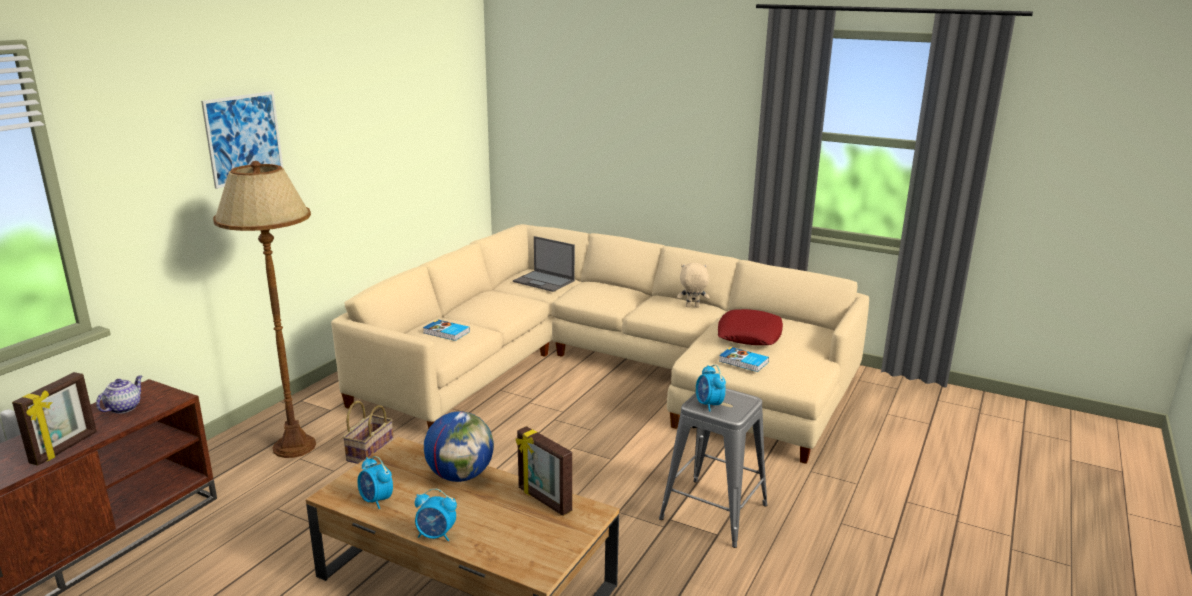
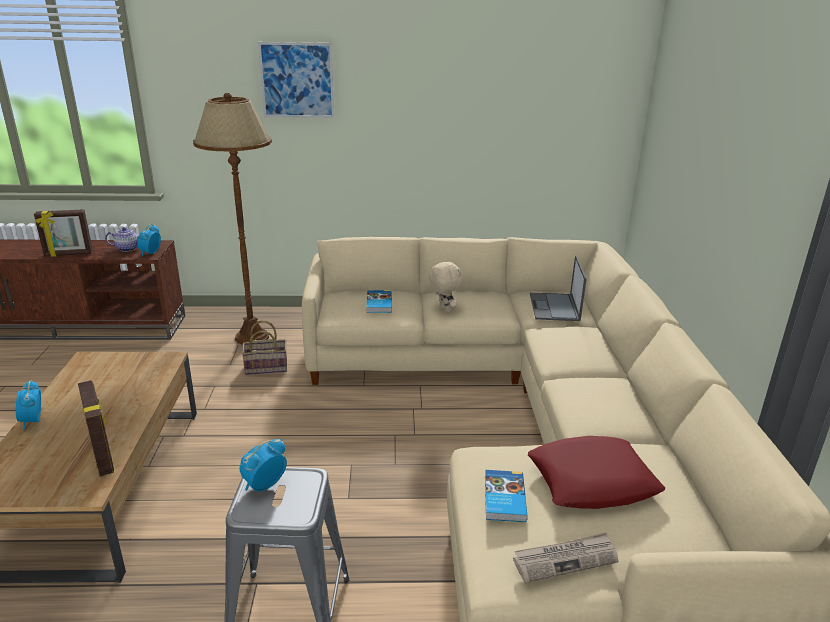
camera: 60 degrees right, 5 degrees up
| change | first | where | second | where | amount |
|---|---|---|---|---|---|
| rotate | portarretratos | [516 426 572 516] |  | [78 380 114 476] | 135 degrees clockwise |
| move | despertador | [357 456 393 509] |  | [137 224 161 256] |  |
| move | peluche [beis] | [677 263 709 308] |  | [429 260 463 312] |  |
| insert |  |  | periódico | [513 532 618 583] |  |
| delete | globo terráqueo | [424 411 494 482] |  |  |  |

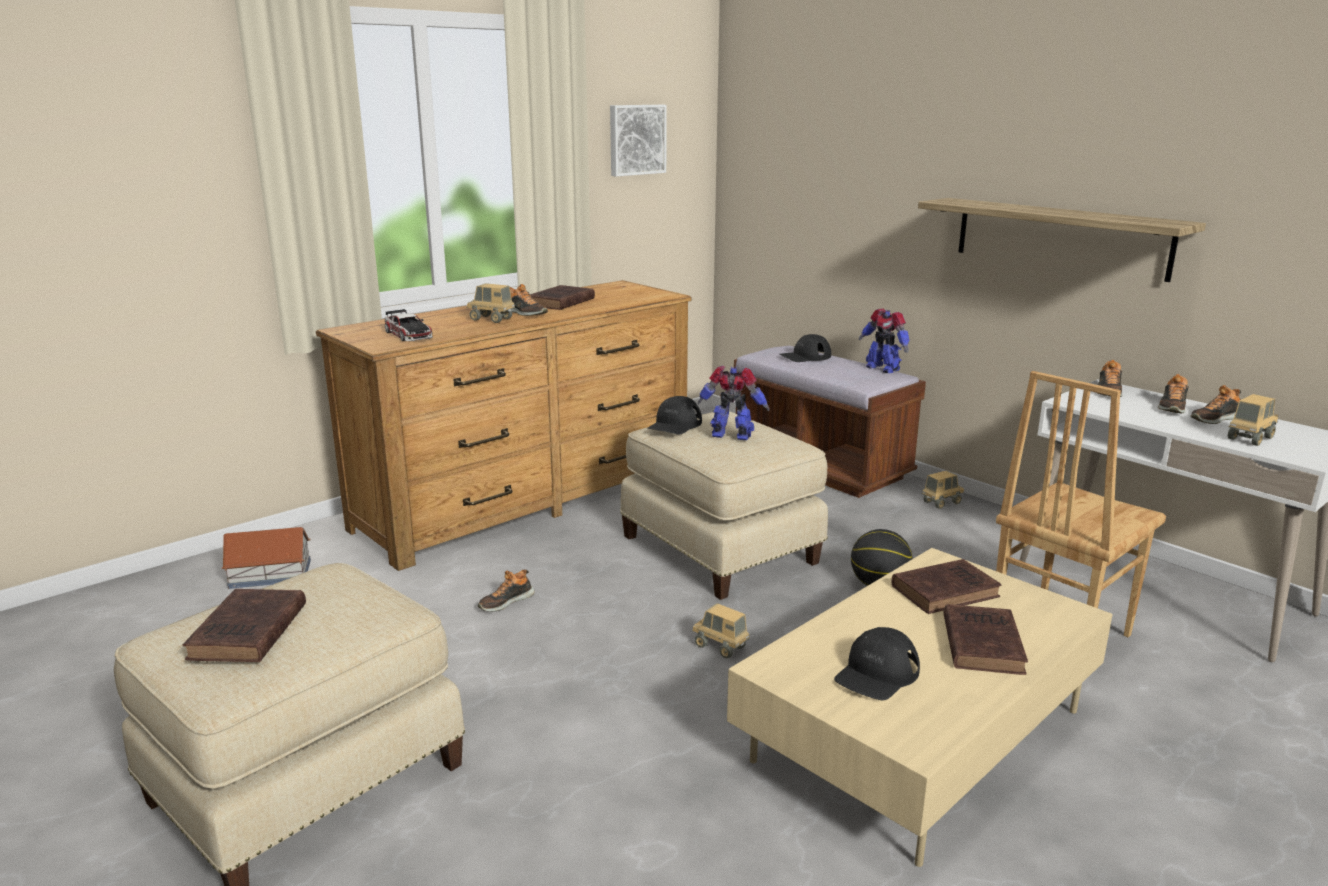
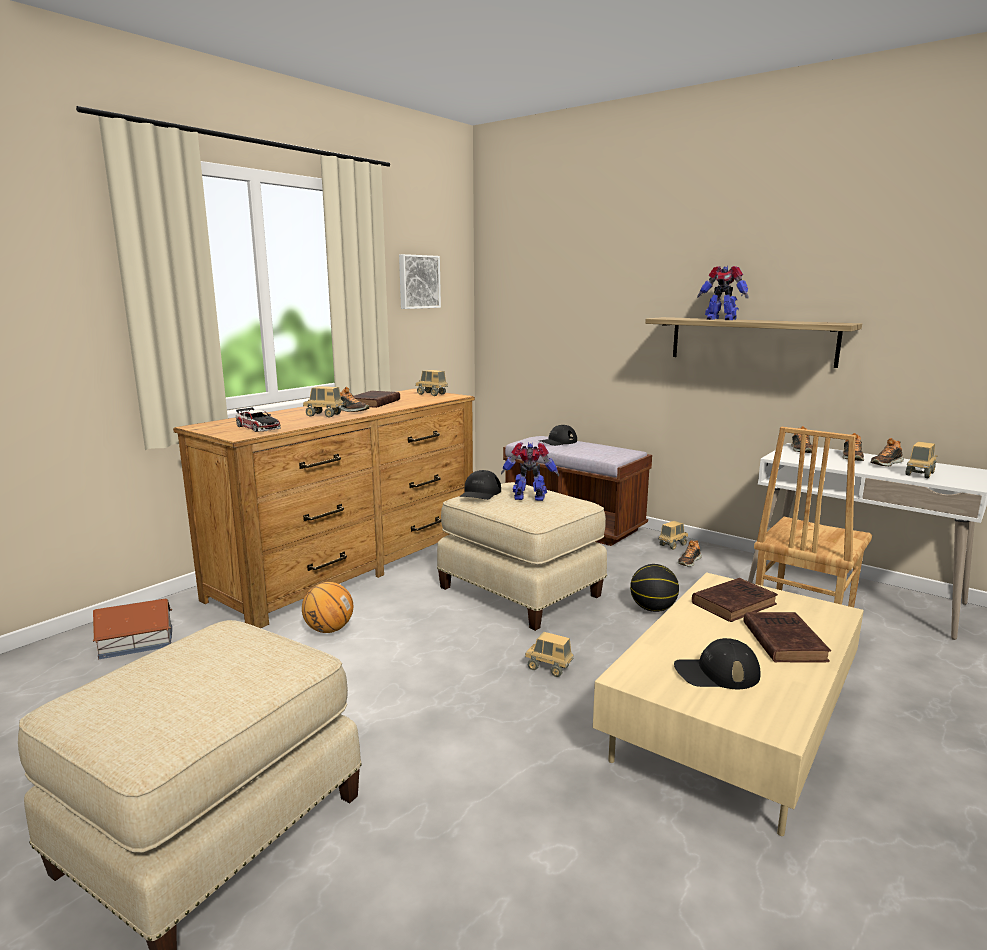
camera: 10 degrees left, 5 degrees down
| change | first | where | second | where | amount |
|---|---|---|---|---|---|
| insert |  |  | balón de baloncesto | [302 582 353 633] |  |
| insert |  |  | camión de juguete | [415 370 448 396] |  |
| rotate | gorra [negro] | [834 627 920 700] |  | [674 638 761 689] | 60 degrees clockwise |
| move | zapato | [478 570 535 612] |  | [678 540 702 567] |  |
| move | robot de juguete | [859 309 909 373] |  | [697 266 748 320] |  |
| delete | libro [marrón] | [183 589 306 662] |  |  |  |

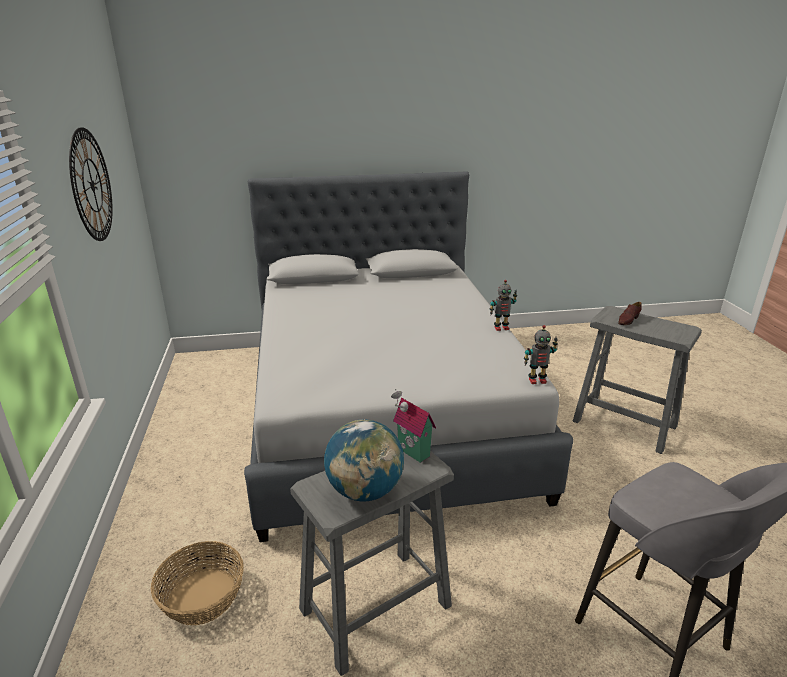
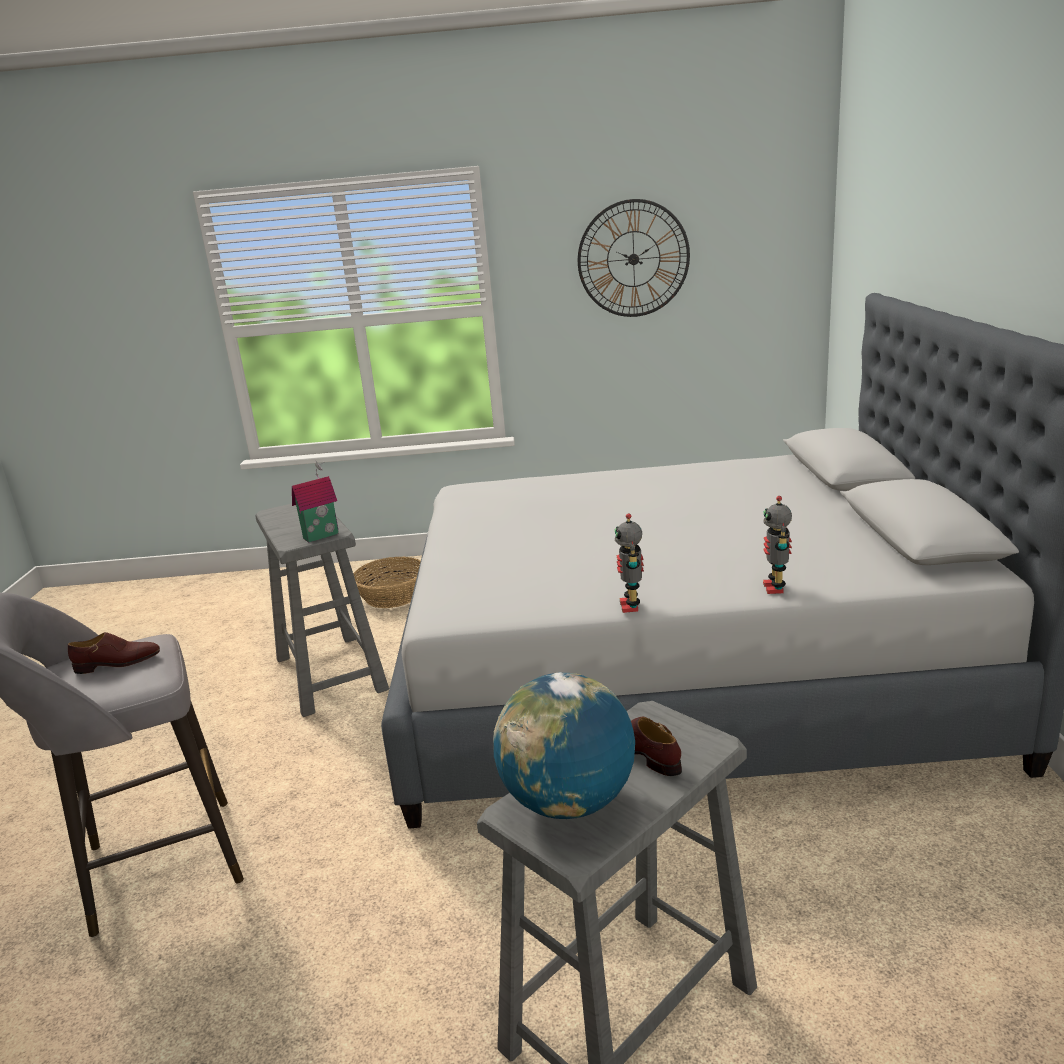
camera: 100 degrees right, 5 degrees down
| change | first | where | second | where | amount |
|---|---|---|---|---|---|
| insert |  |  | zapato [marrón] | [68 632 160 674] |  |
| move | globo terráqueo | [324 420 404 501] |  | [493 672 635 819] |  |
| move | robot de juguete | [524 325 558 384] |  | [763 496 792 594] |  |

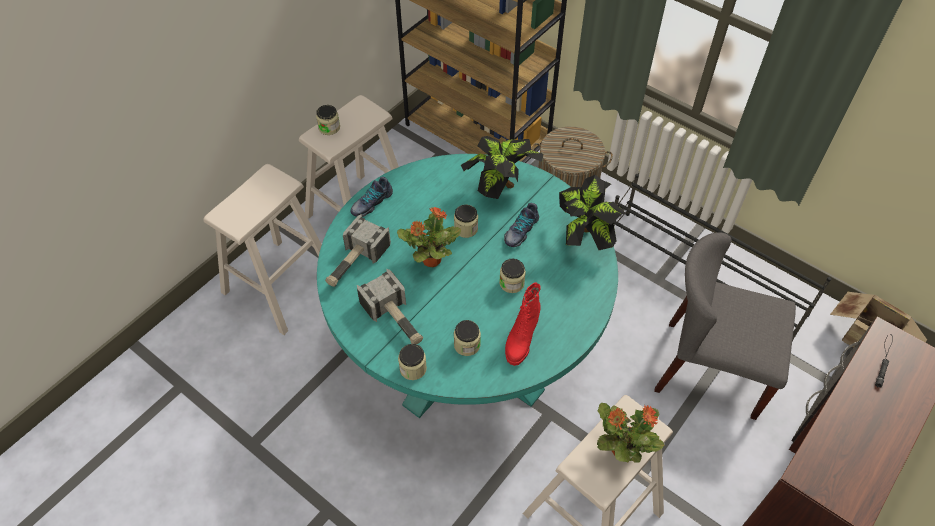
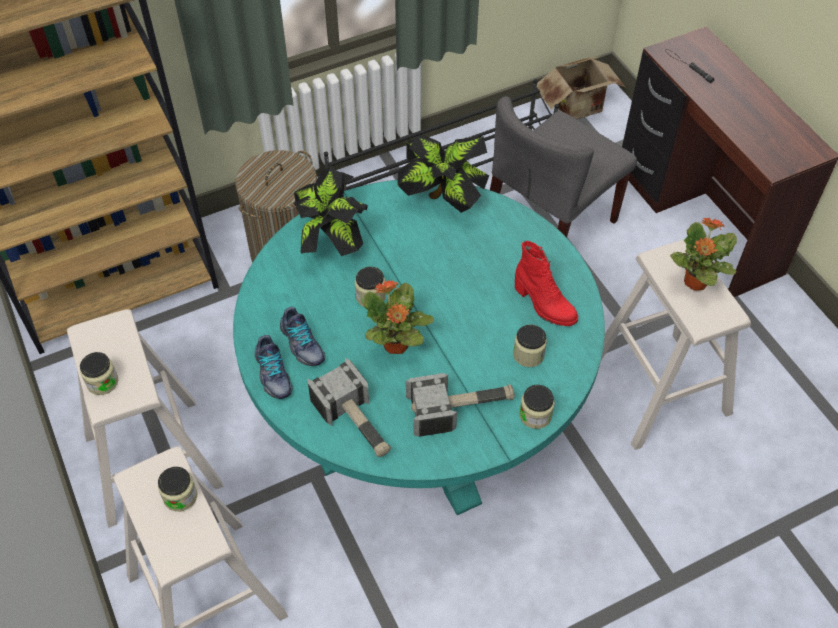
camera: 65 degrees left, 0 degrees up
| change | first | where | second | where | amount |
|---|---|---|---|---|---|
| move | tarro | [499 258 526 293] |  | [158 467 197 512] |  |
| move | zapato | [504 203 539 247] |  | [280 307 325 366] |  |

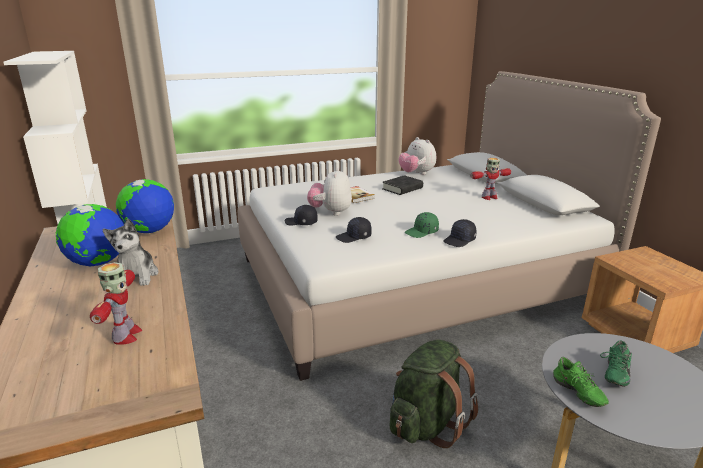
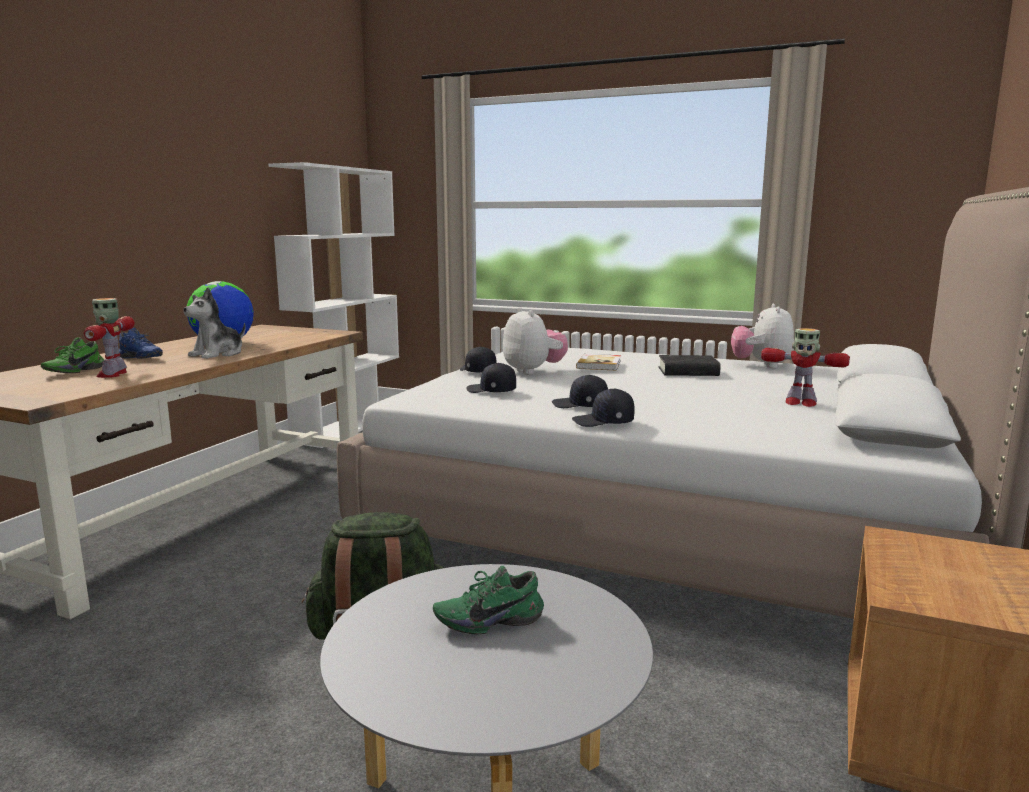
camera: 45 degrees right, 10 degrees down
| change | first | where | second | where | amount |
|---|---|---|---|---|---|
| move | zapato [verde] | [553 357 609 407] |  | [41 337 104 373] |  |
| rotate | robot de juguete | [90 262 142 345] |  | [84 298 135 378] | 135 degrees clockwise |
| insert |  |  | zapato [azul] | [119 328 163 359] |  |
| rotate | peluche | [307 168 352 216] |  | [503 307 568 375] | 105 degrees clockwise |
| recolor | gorra [verde] | [405 212 439 238] | gorra [negro] | [552 375 608 408] |  |
| delete | globo terráqueo | [116 179 174 233] |  |  |  |

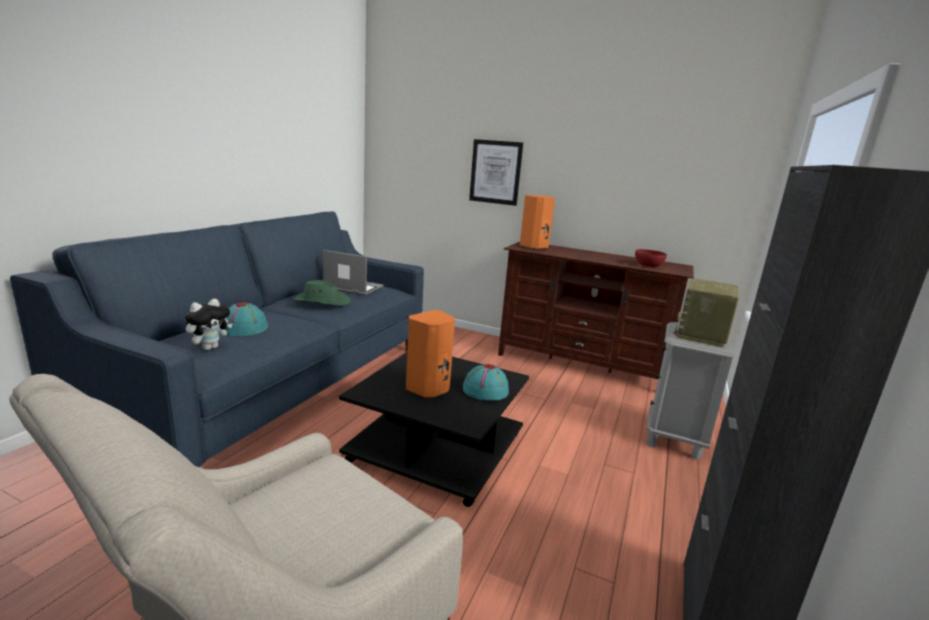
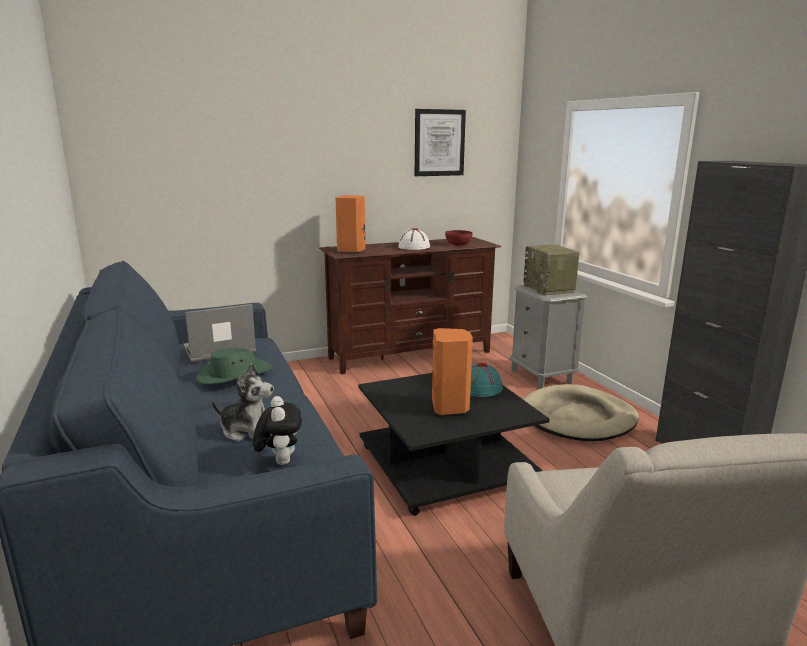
camera: 45 degrees left, 0 degrees up
| change | first | where | second | where | amount |
|---|---|---|---|---|---|
| replace | sombrero [turquesa] | [225 303 268 336] | peluche | [212 363 274 442] |  |
| insert |  |  | sombrero [blanco] | [398 228 430 250] |  |
| move | cuadro | [469 139 523 206] |  | [415 109 466 176] |  |
| insert |  |  | cama para perro [beis] | [523 384 639 441] |  |

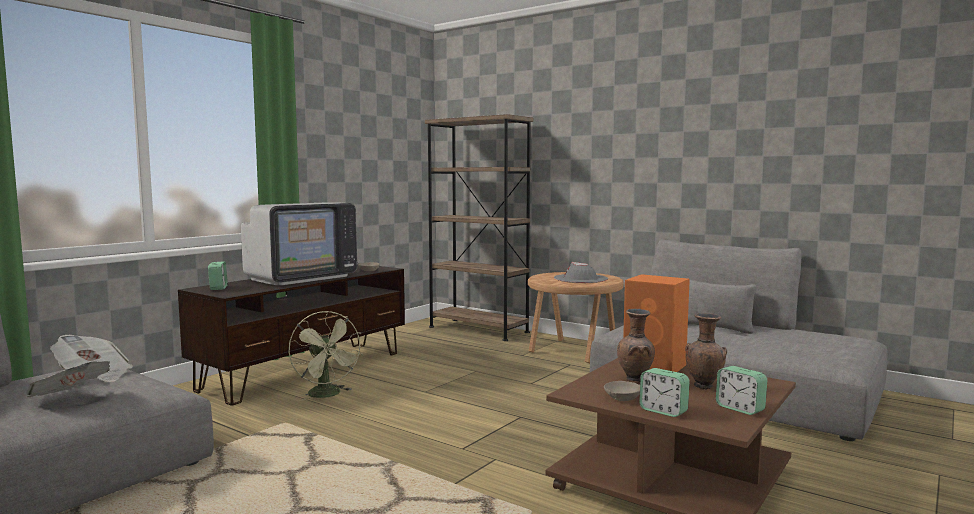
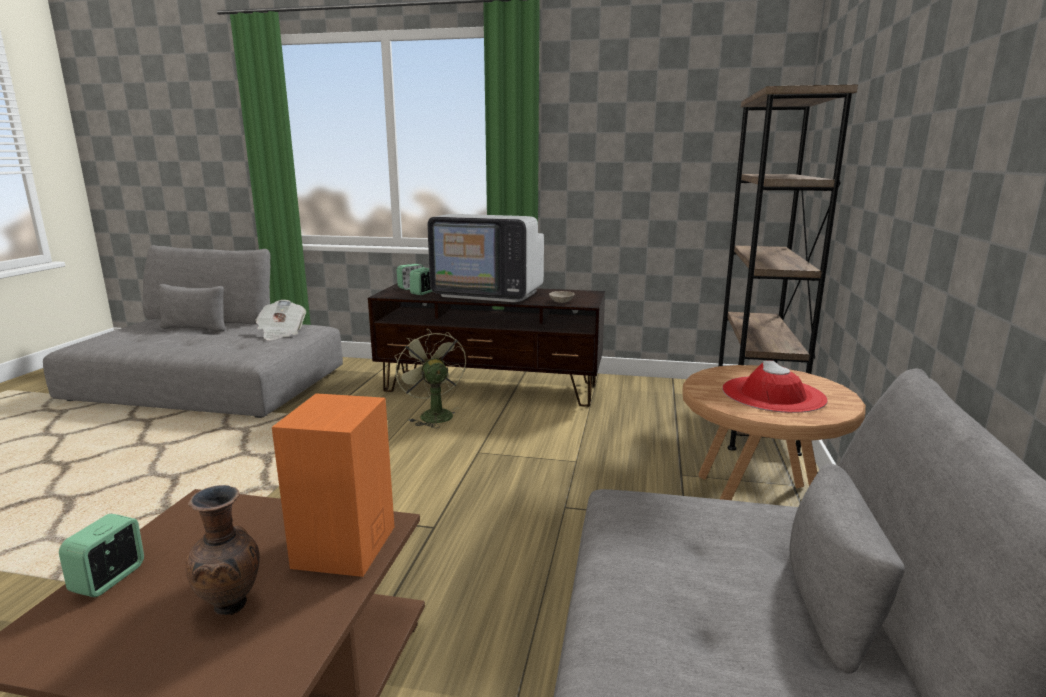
camera: 65 degrees right, 10 degrees up
| change | first | where | second | where | amount |
|---|---|---|---|---|---|
| rotate | ventilador [verde] | [289 311 363 401] |  | [394 329 466 428] | 120 degrees clockwise |
| move | despertador | [716 366 767 415] |  | [410 267 433 295] |  |
| recolor | sombrero [gris] | [554 262 608 283] | sombrero [rojo] | [722 361 828 413] |  |
| delete | periódico | [26 361 110 397] |  |  |  |
| delete | cuenco [beis] | [604 381 640 401] |  |  |  |
| delete | florero [marrón] | [617 309 655 382] |  |  |  |

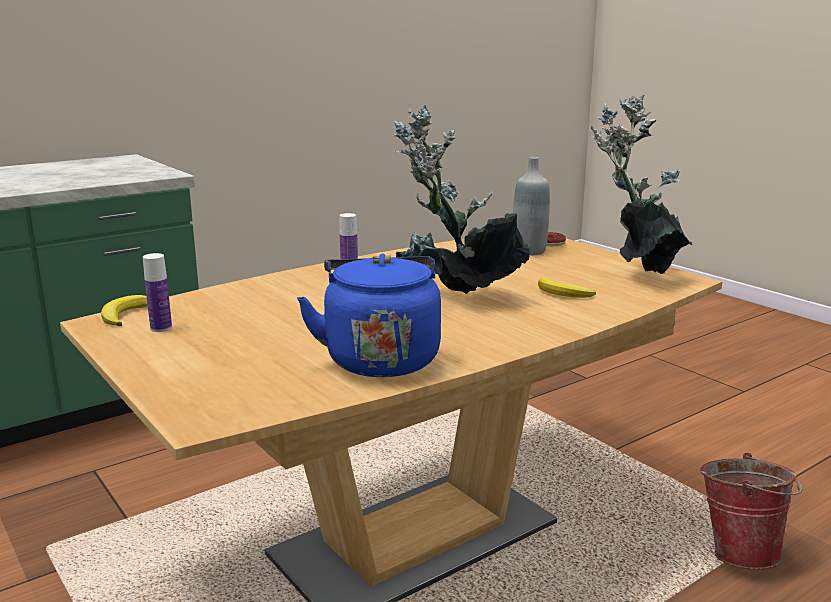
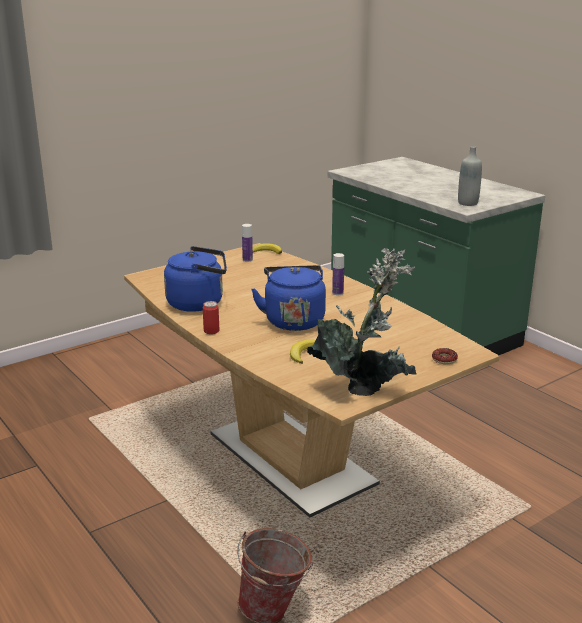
camera: 90 degrees right, 5 degrees up
| change | first | where | second | where | amount |
|---|---|---|---|---|---|
| insert |  |  | lata | [203 301 219 334] |  |
| replace | planta en maceta | [393 105 530 294] | hervidor [azul] | [251 265 326 331] |  |
| move | botella [gris] | [513 157 550 255] |  | [458 146 482 206] |  |

